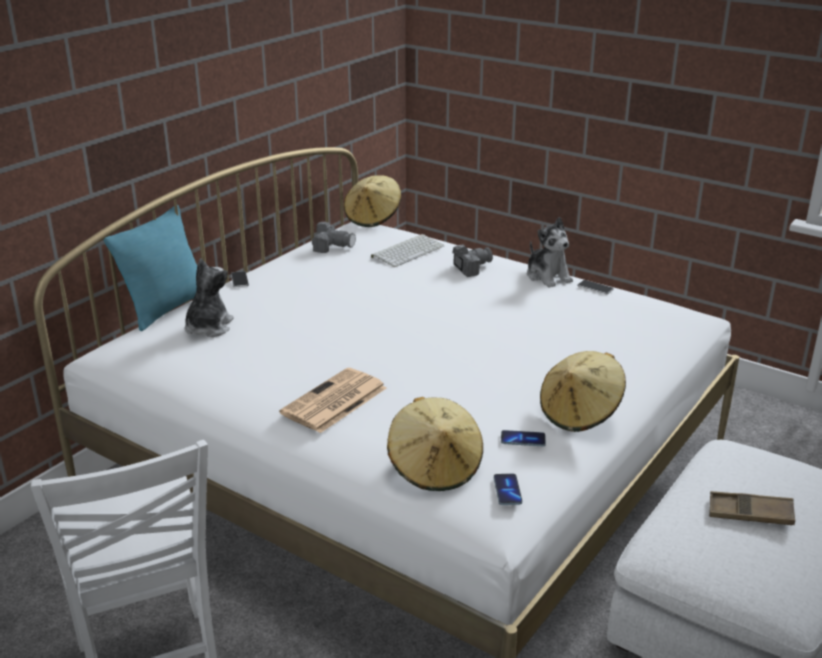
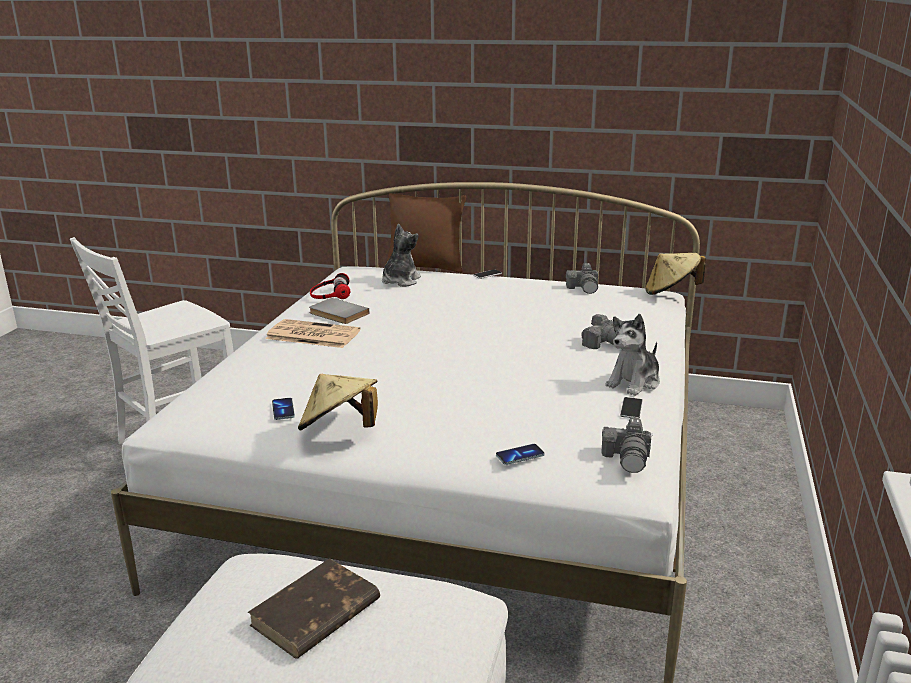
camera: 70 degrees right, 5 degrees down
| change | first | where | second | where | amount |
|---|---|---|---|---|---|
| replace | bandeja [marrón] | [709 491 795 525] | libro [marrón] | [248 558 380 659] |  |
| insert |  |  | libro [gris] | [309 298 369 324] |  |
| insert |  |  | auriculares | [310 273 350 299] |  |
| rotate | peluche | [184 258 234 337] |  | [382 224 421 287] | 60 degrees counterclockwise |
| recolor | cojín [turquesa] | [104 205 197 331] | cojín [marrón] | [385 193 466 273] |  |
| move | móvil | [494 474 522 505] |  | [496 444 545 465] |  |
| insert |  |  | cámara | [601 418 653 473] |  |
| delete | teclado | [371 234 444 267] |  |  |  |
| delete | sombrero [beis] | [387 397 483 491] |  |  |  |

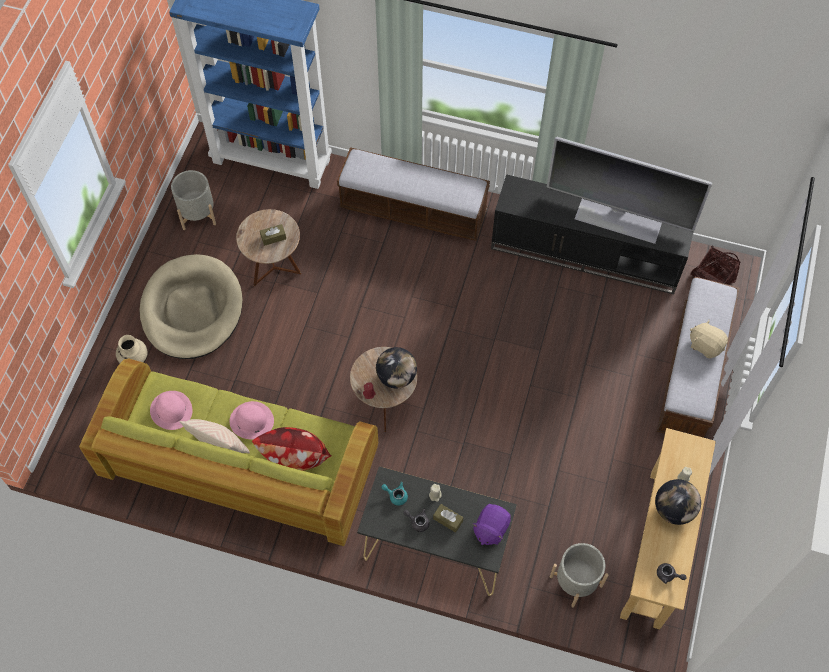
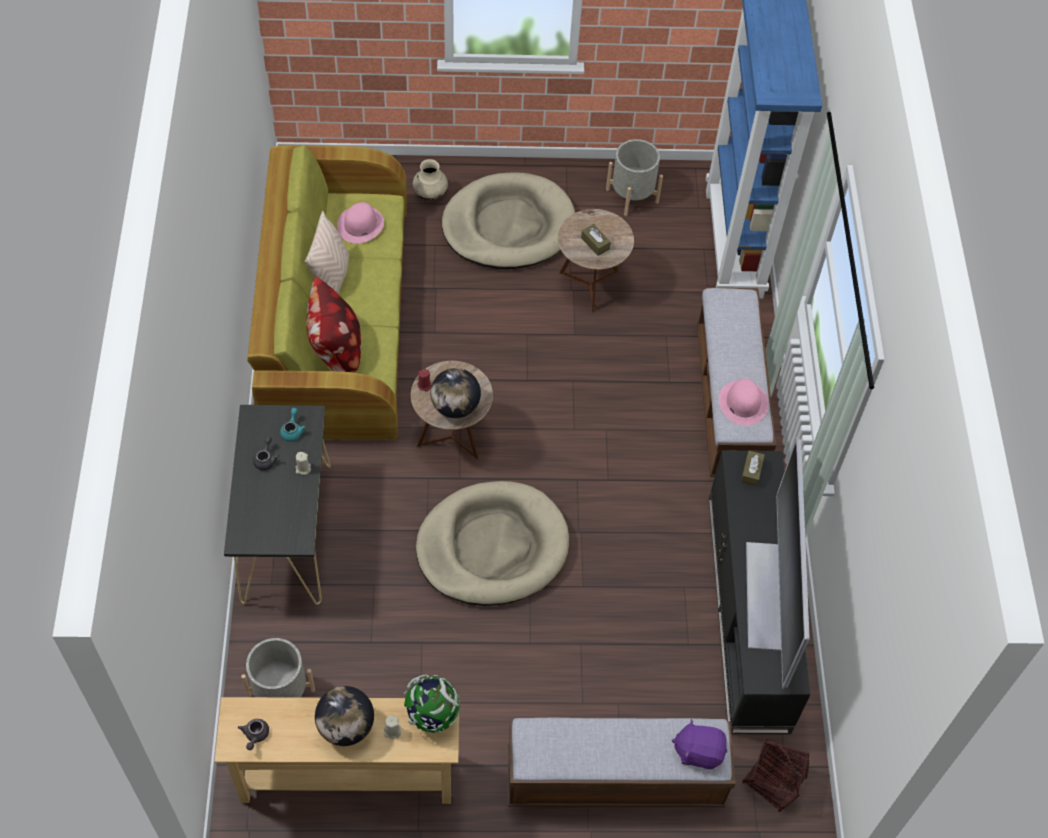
camera: 70 degrees right, 5 degrees down
| change | first | where | second | where | amount |
|---|---|---|---|---|---|
| insert |  |  | globo terráqueo | [404 674 459 734] |  |
| insert |  |  | cama para perro [beis] | [416 481 569 606] |  |
| move | peluche [morado] | [473 504 511 545] |  | [672 719 727 769] |  |
| move | sombrero [rosa] | [230 401 274 439] |  | [719 379 769 426] |  |
| move | caja de pañuelos [marrón] | [433 504 463 533] |  | [741 451 765 487] |  |
| delete | peluche [beis] | [690 320 728 358] |  |  |  |

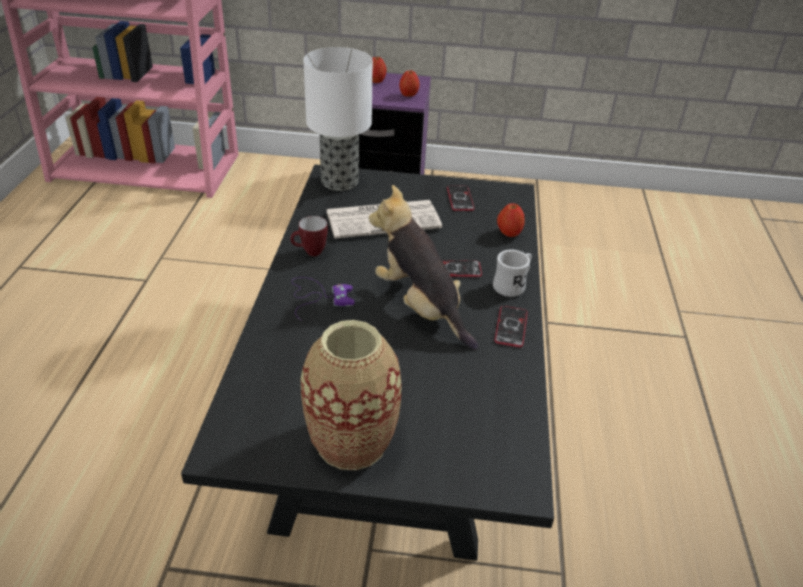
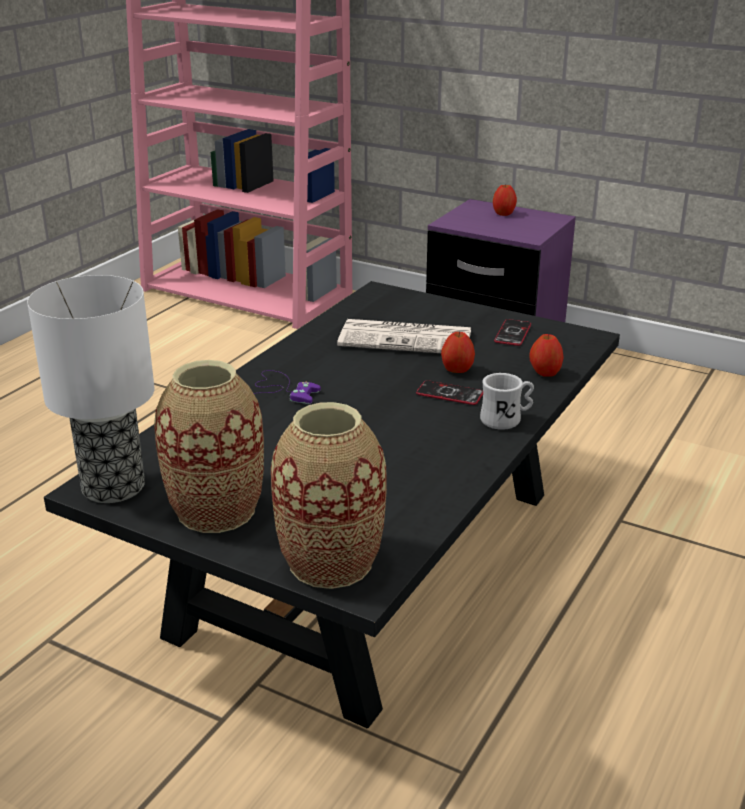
camera: 25 degrees right, 10 degrees down
| change | first | where | second | where | amount |
|---|---|---|---|---|---|
| move | lámpara de mesa | [303 47 373 191] |  | [27 275 155 503] |  |
| insert |  |  | florero | [271 402 387 589] |  |
| move | manzana | [399 70 420 97] |  | [441 331 475 373] |  |
| delete | taza grande | [290 216 328 256] |  |  |  |
| delete | peluche | [369 185 478 350] |  |  |  |
| delete | móvil | [495 306 527 347] |  |  |  |

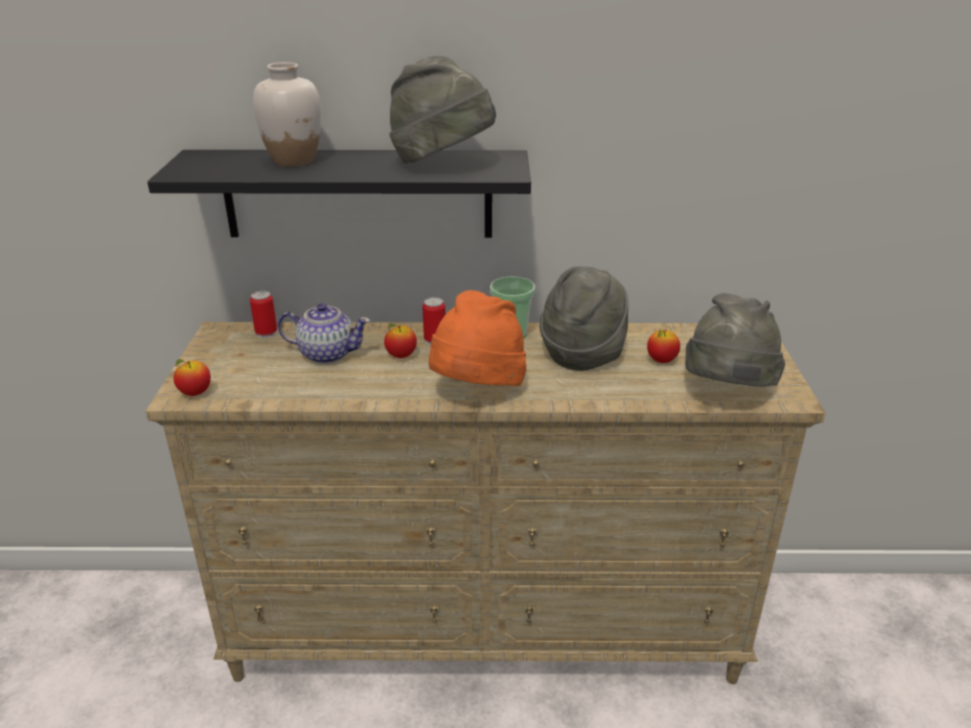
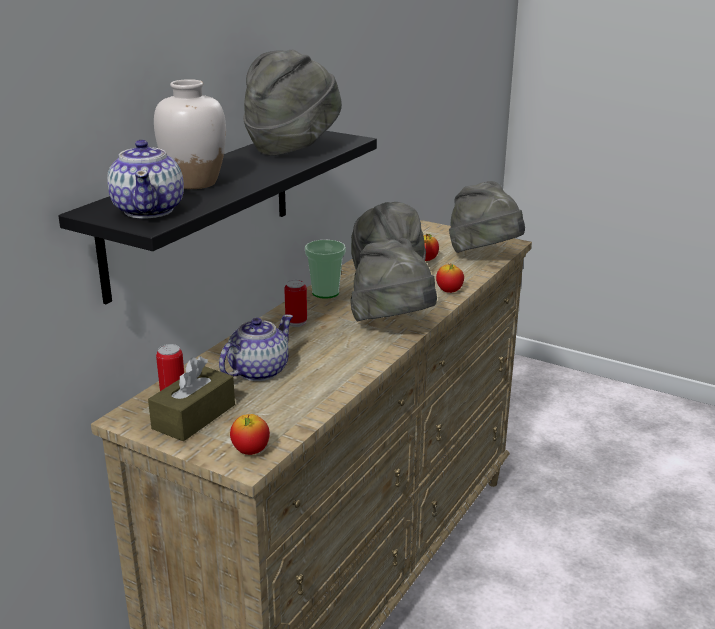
camera: 60 degrees left, 5 degrees down
| change | first | where | second | where | amount |
|---|---|---|---|---|---|
| insert |  |  | tetera | [107 140 184 218] |  |
| insert |  |  | caja de pañuelos [marrón] | [148 356 235 442] |  |
| recolor | sombrero [naranja] | [429 290 526 386] | sombrero [gris] | [350 238 437 321] |  |
| move | manzana | [384 323 417 358] |  | [436 264 464 293] |  |

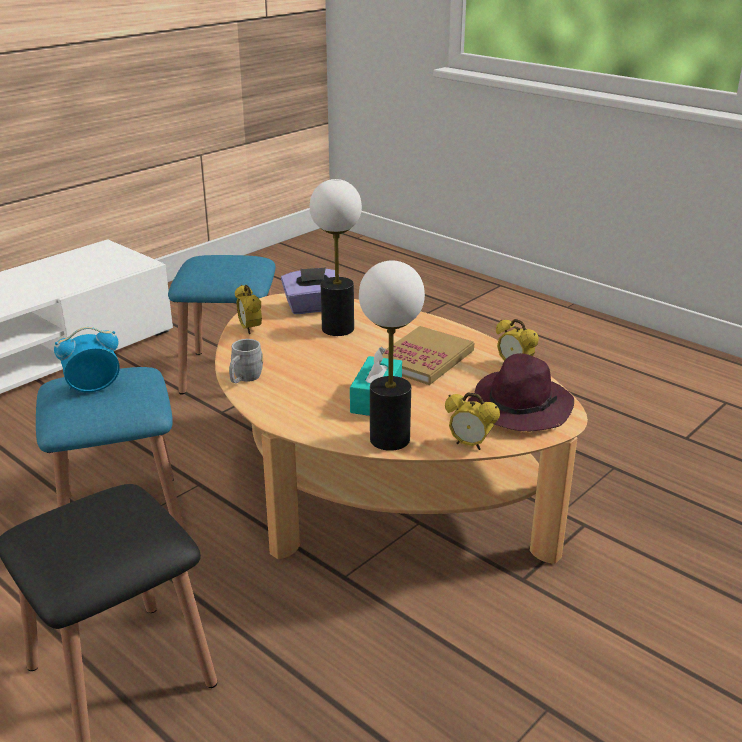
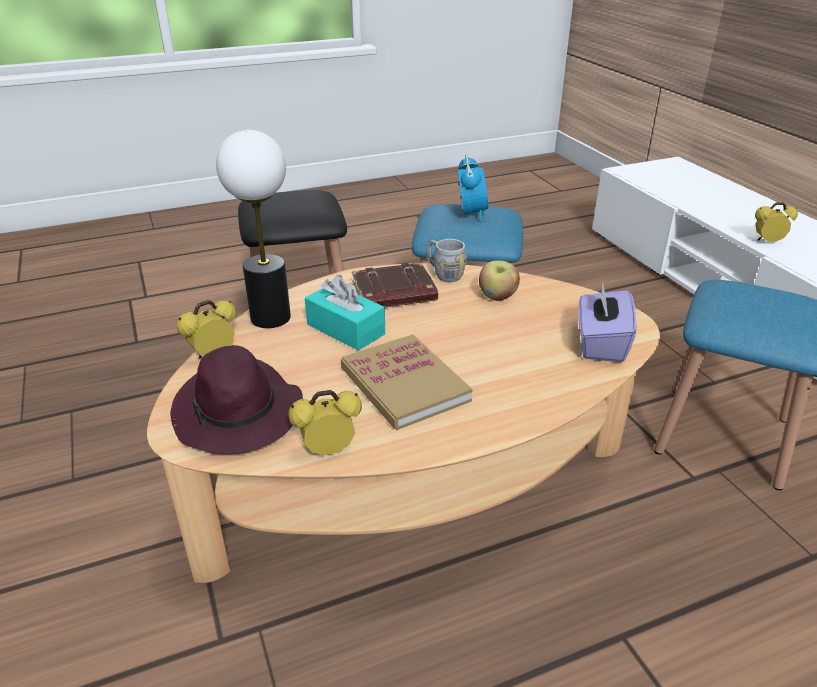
camera: 115 degrees right, 5 degrees up
| change | first | where | second | where | amount |
|---|---|---|---|---|---|
| insert |  |  | libro [marrón] | [352 263 438 308] |  |
| insert |  |  | manzana | [479 260 520 301] |  |
| move | despertador | [235 285 262 334] |  | [755 202 798 242] |  |
| delete | lámpara de mesa | [310 179 362 336] |  |  |  |

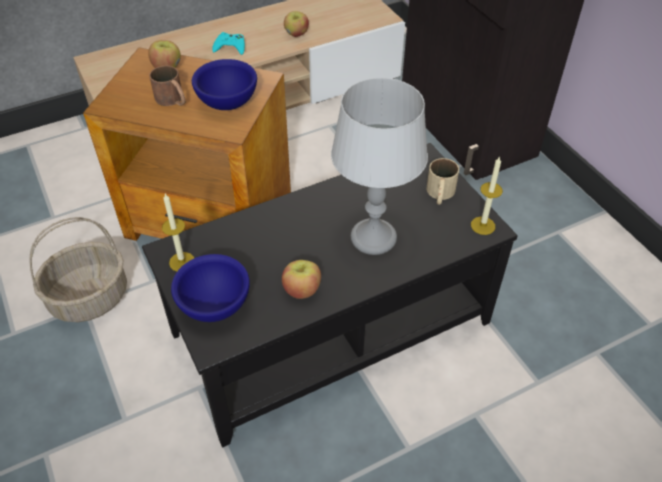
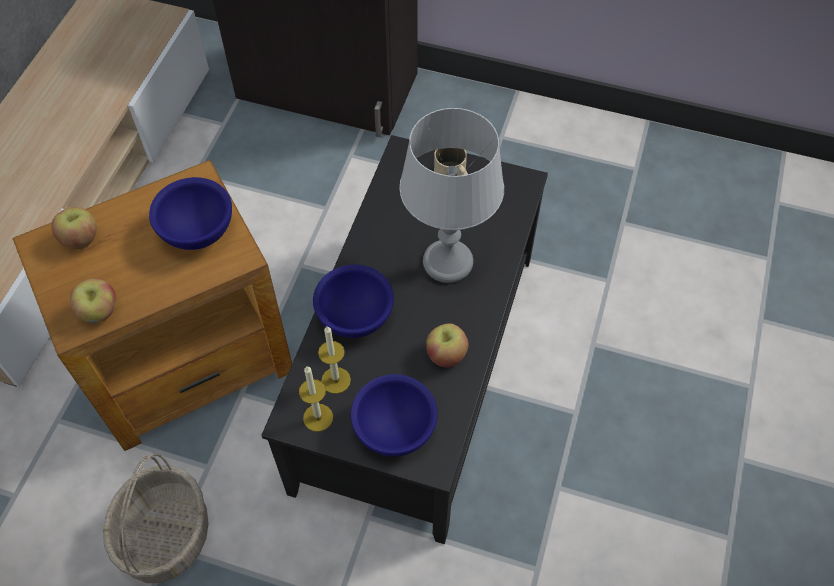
camera: 45 degrees left, 10 degrees up
| change | first | where | second | where | amount |
|---|---|---|---|---|---|
| move | manzana | [284 11 309 37] |  | [70 278 117 323] |  |
| insert |  |  | cuenco [azul] | [313 264 394 338] |  |
| move | vela | [471 156 503 235] |  | [318 326 351 394] |  |
| delete | taza grande [marrón] | [149 66 185 106] |  |  |  |
| delete | mando de consola [turquesa] | [212 32 245 55] |  |  |  |

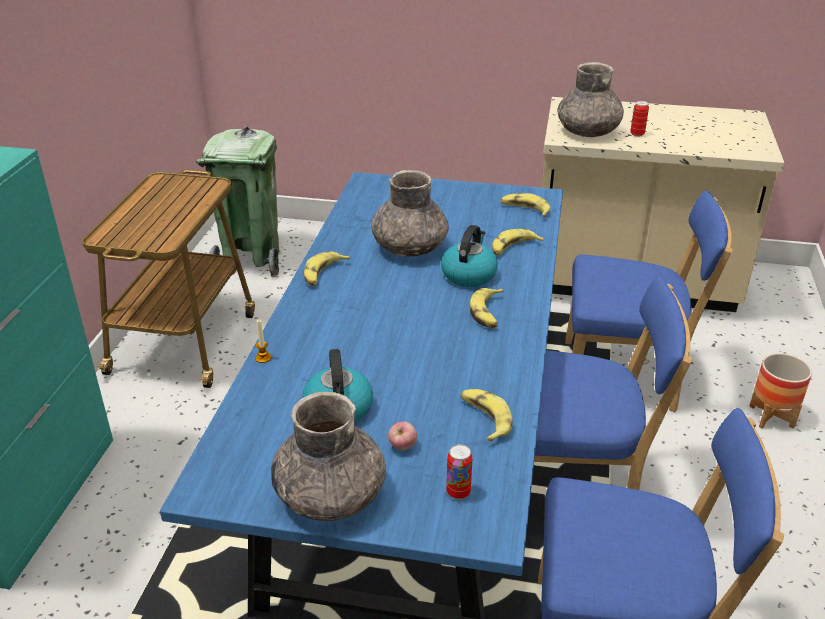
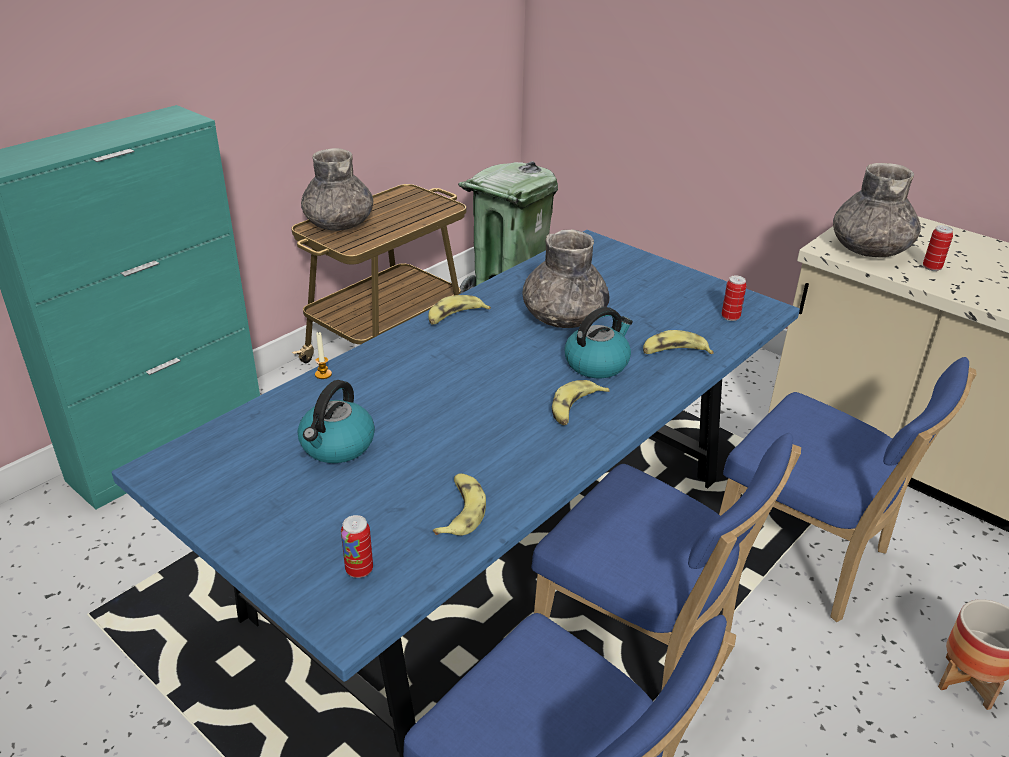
camera: 30 degrees right, 0 degrees up
| change | first | where | second | where | amount |
|---|---|---|---|---|---|
| move | florero [gris] | [271 392 386 521] |  | [301 148 373 231] |  |
| replace | plátano | [501 193 550 217] | lata | [722 275 746 321] |  |
| delete | manzana | [388 421 417 450] |  |  |  |

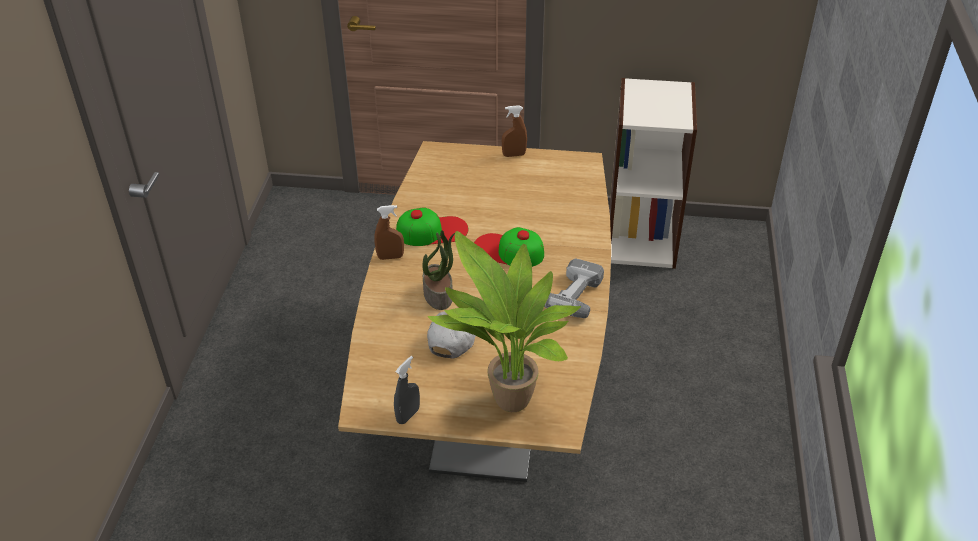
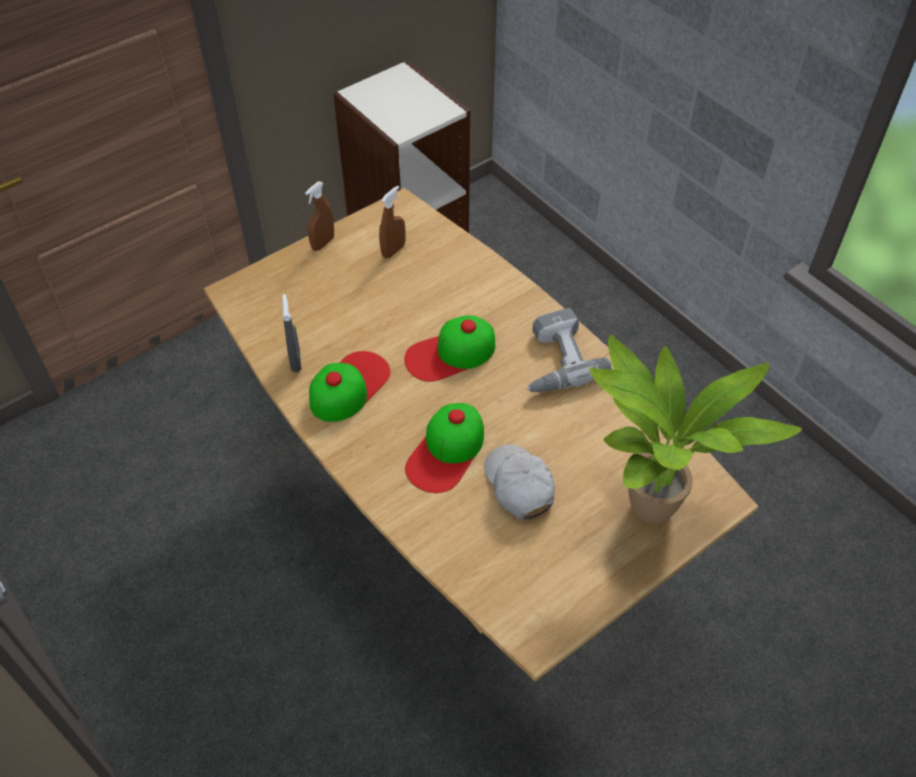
camera: 45 degrees left, 10 degrees up
| change | first | where | second | where | amount |
|---|---|---|---|---|---|
| move | pulverizador [gris] | [394 356 420 424] |  | [282 294 301 372] |  |
| move | pulverizador [marrón] | [374 205 404 260] |  | [379 186 405 259] |  |
| replace | planta en maceta | [422 230 455 310] | gorra | [405 403 484 493] |  |

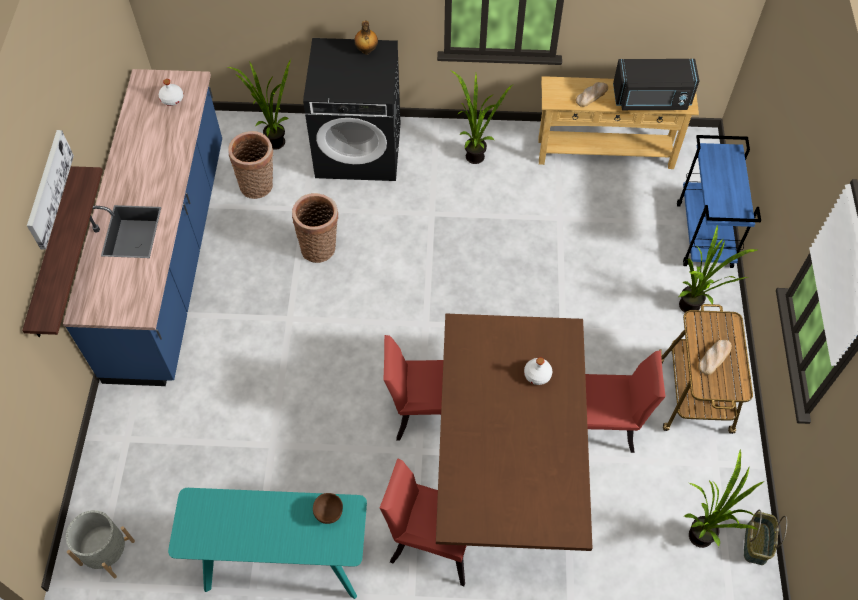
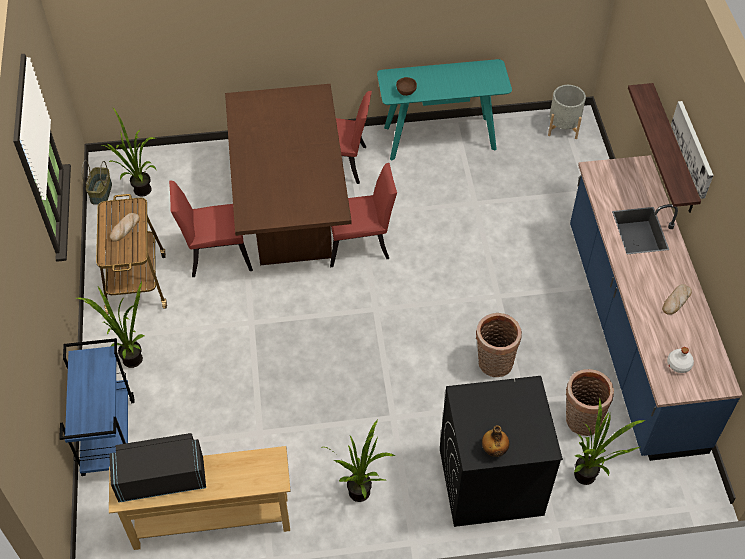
camera: 170 degrees right, 5 degrees down
| change | first | where | second | where | amount |
|---|---|---|---|---|---|
| move | pan | [576 82 608 107] |  | [662 284 692 315] |  |
| delete | botella [blanco] | [524 357 552 385] |  |  |  |

